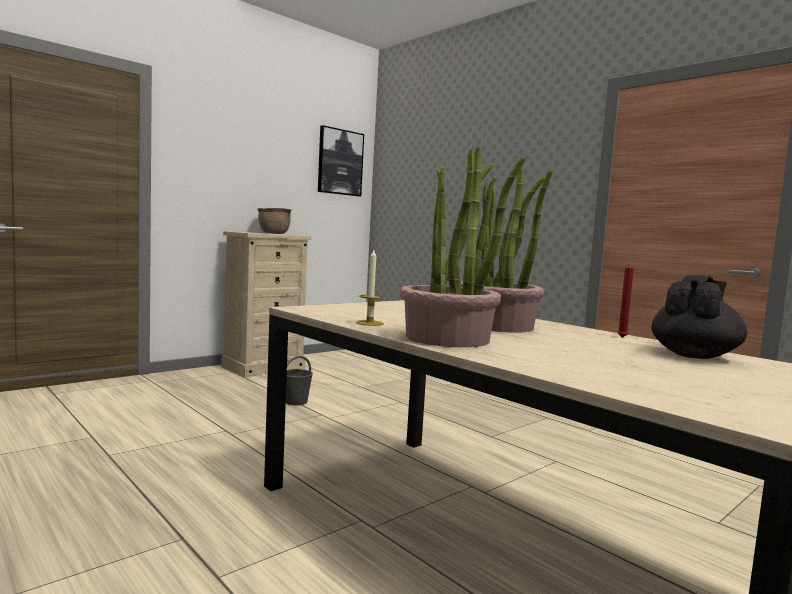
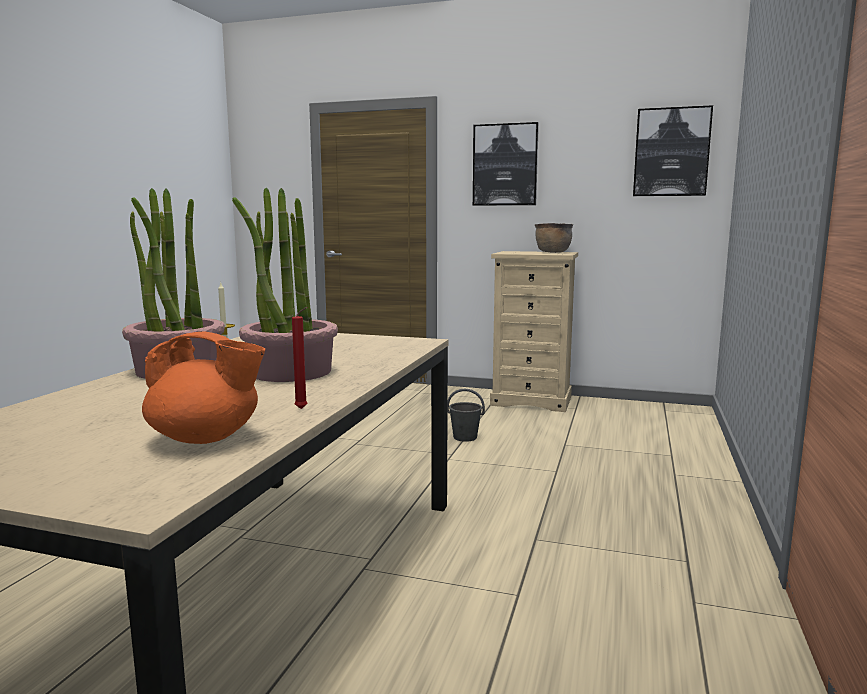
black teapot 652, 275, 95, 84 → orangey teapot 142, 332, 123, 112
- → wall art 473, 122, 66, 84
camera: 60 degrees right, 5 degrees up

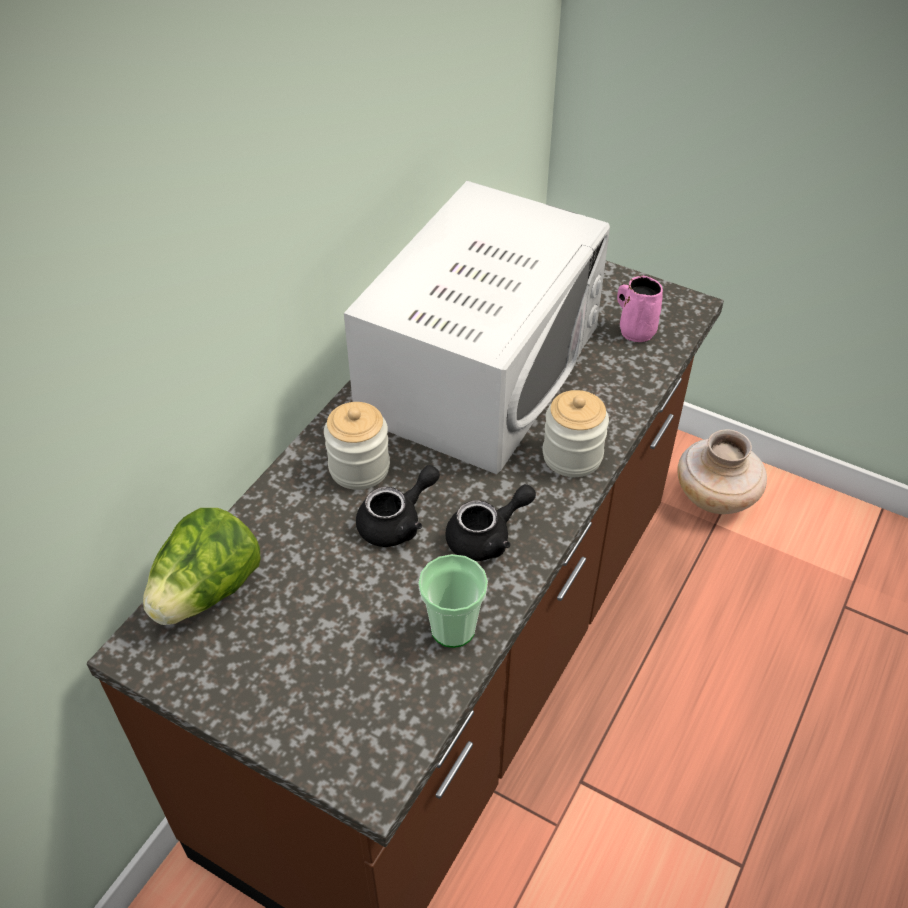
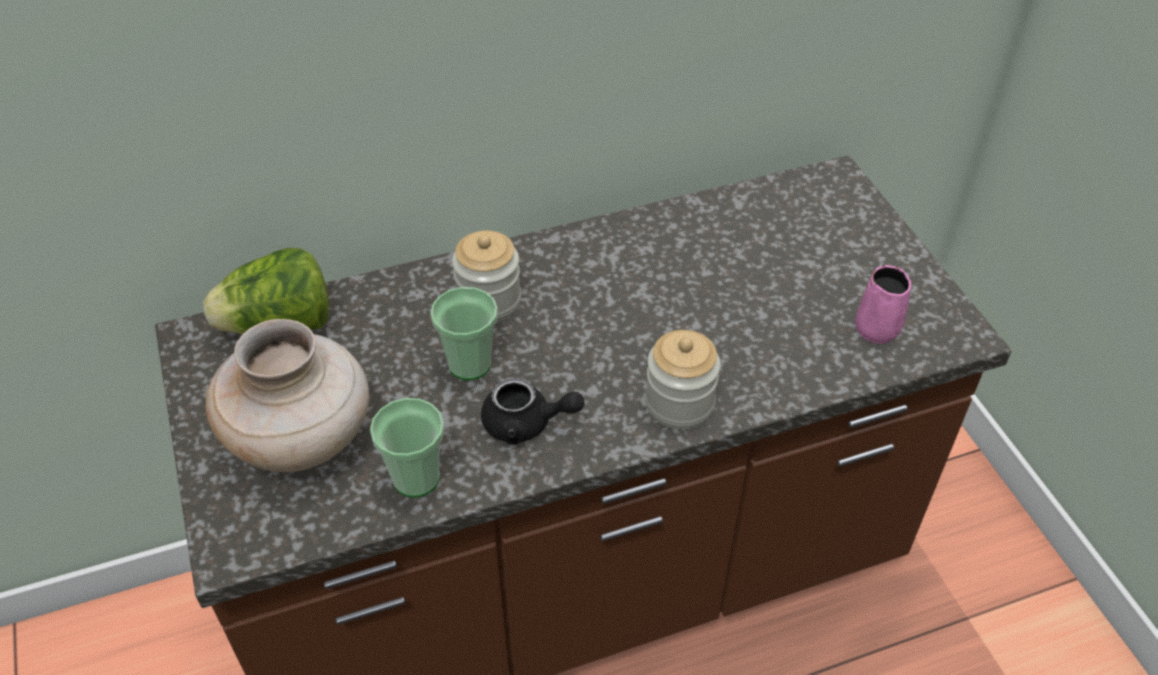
white kitchen microwave 344, 181, 266, 293 → -
black teapot 356, 465, 84, 82 → drinking cup 430, 287, 68, 93
sand-coloured decorative vase 677, 430, 90, 84 → sand-coloured decorative vase 205, 319, 164, 153, shifted
camera: 40 degrees right, 0 degrees up

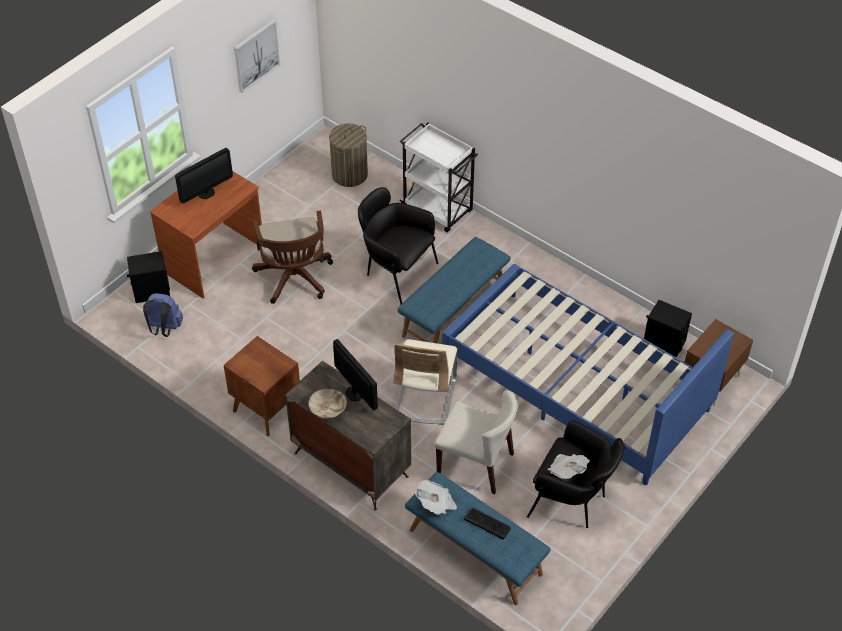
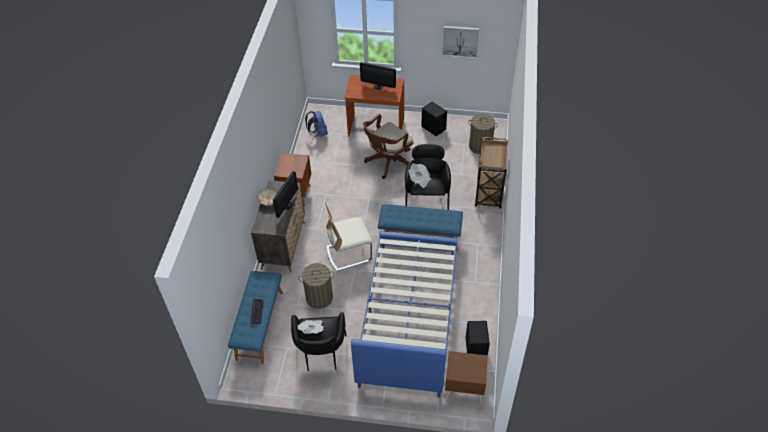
black loudspeaker 127, 251, 43, 52 → black loudspeaker 421, 102, 26, 34, shifted
white trolley 399, 123, 79, 109 → brown-coloured trolley 475, 137, 33, 72
printed paper 415, 480, 42, 35 → printed paper 408, 163, 23, 25, shifted
sand-coloured plain chair 434, 390, 84, 104 → hamper 299, 263, 35, 46
camera: 60 degrees right, 0 degrees up

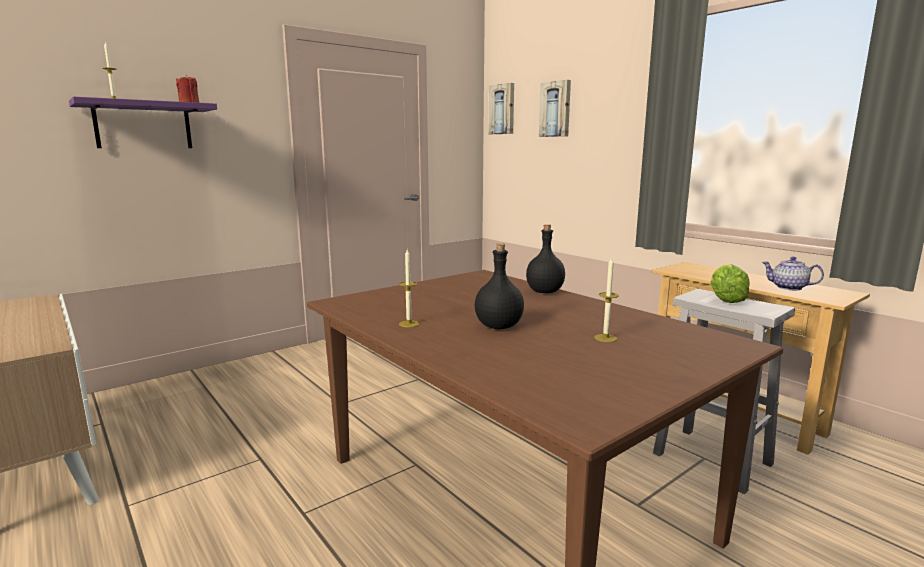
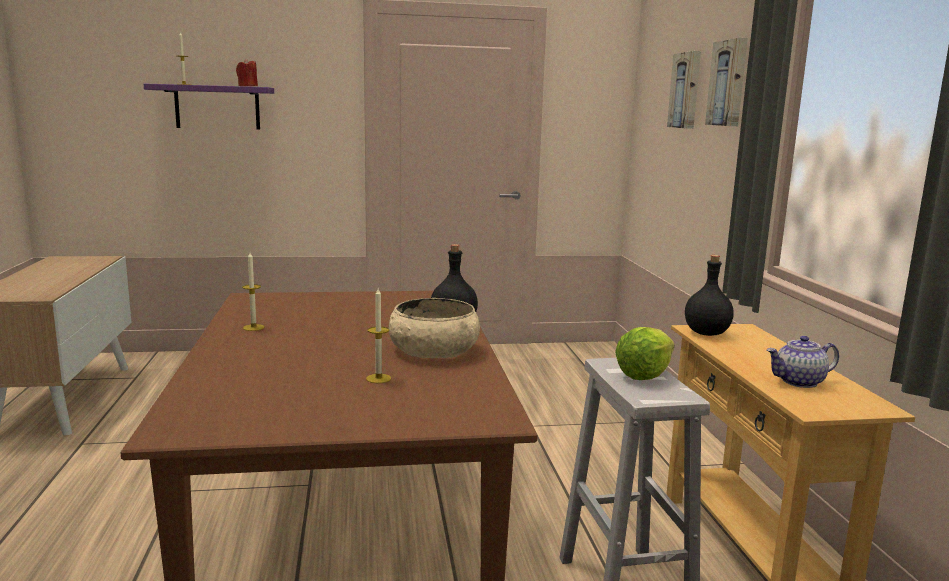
black beverage bottle 475, 243, 49, 86 → black beverage bottle 685, 255, 49, 81, shifted
wall art 489, 83, 25, 51 → wall art 705, 38, 43, 88, shifted
teapot 762, 257, 62, 33 → teapot 767, 336, 72, 52, 75 degrees counterclockwise
- → sand-coloured bowl 389, 298, 91, 60
camera: 30 degrees right, 0 degrees up

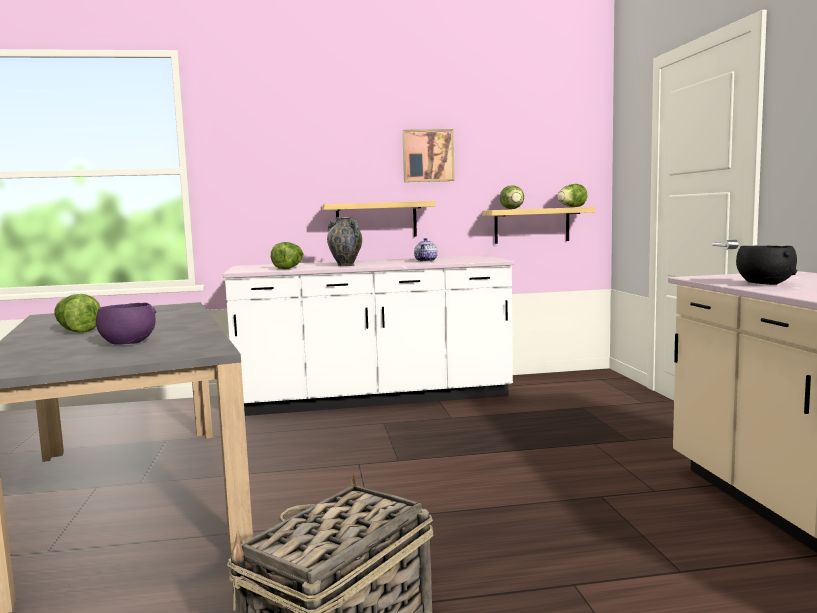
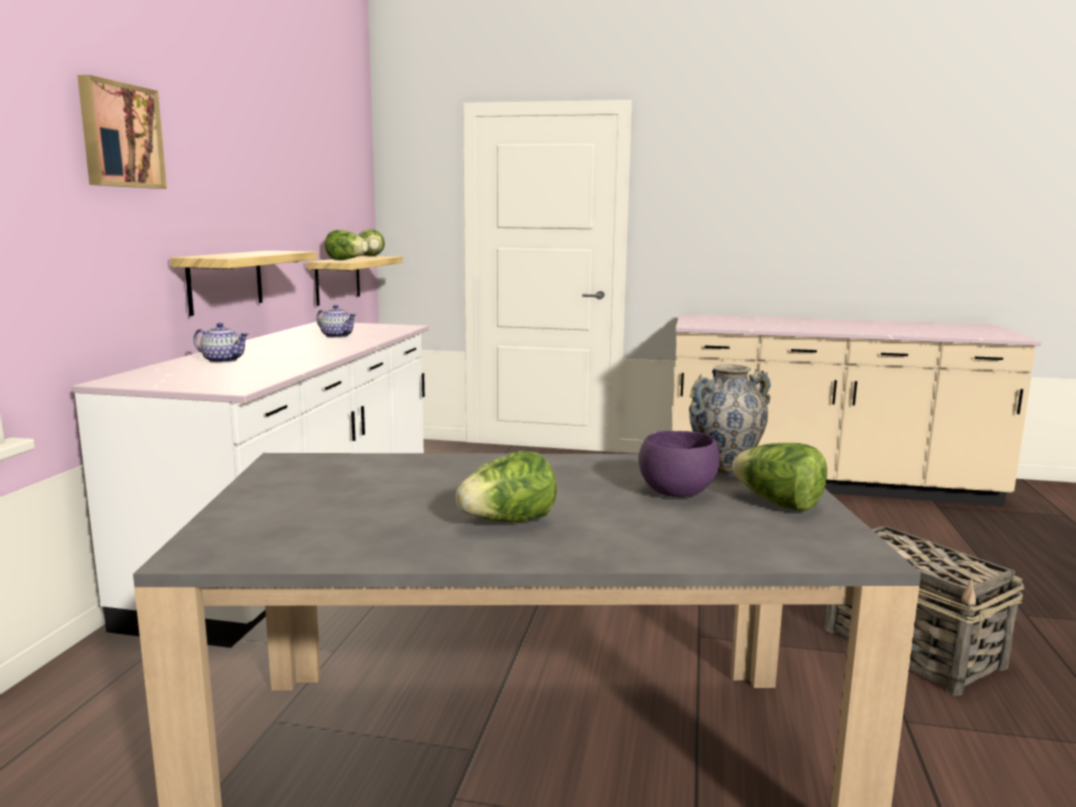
lettuce 271, 242, 33, 27 → lettuce 732, 443, 95, 69, shifted
decorative vase 327, 217, 35, 49 → decorative vase 689, 364, 82, 111, shifted
wall art 402, 129, 53, 53 → wall art 77, 75, 90, 114, shifted
black bowl 736, 246, 62, 39 → -
- → teapot 193, 323, 56, 40
camera: 70 degrees left, 5 degrees up

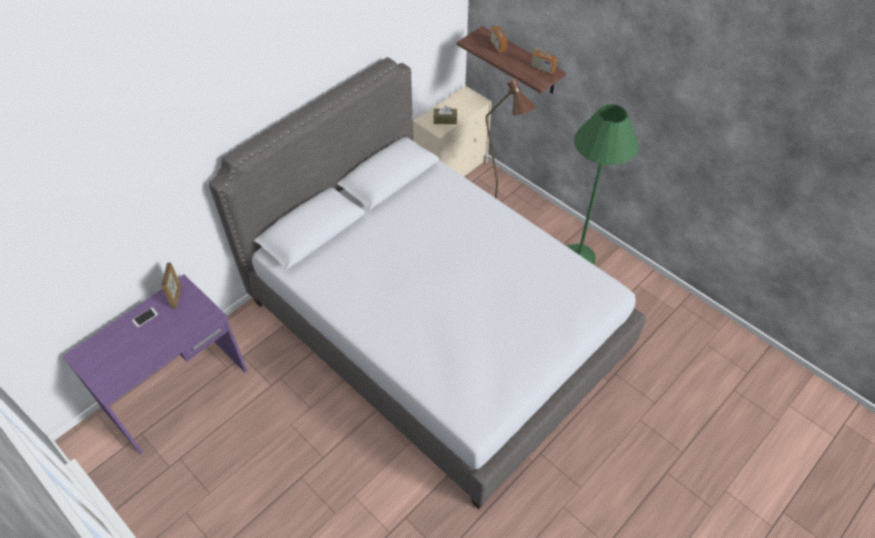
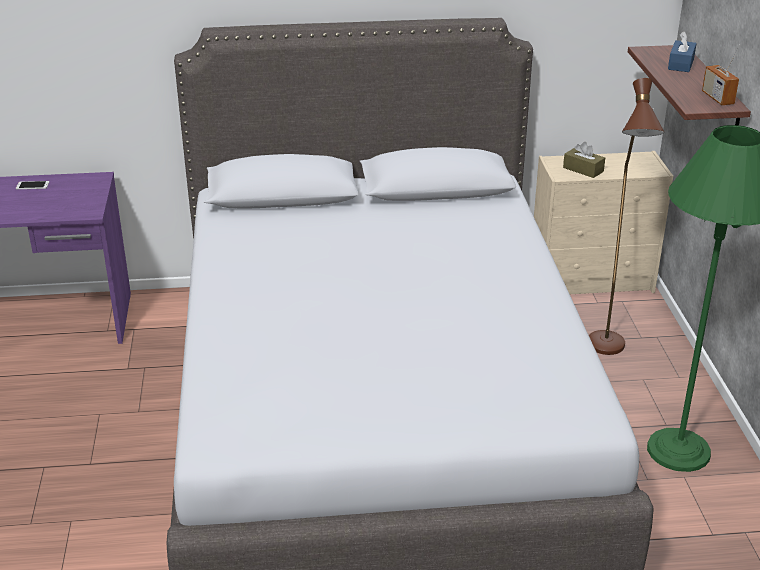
standing frame 161, 263, 21, 46 → -
radio 490, 18, 18, 35 → blue box of tissues 668, 31, 29, 41
camera: 40 degrees right, 20 degrees down

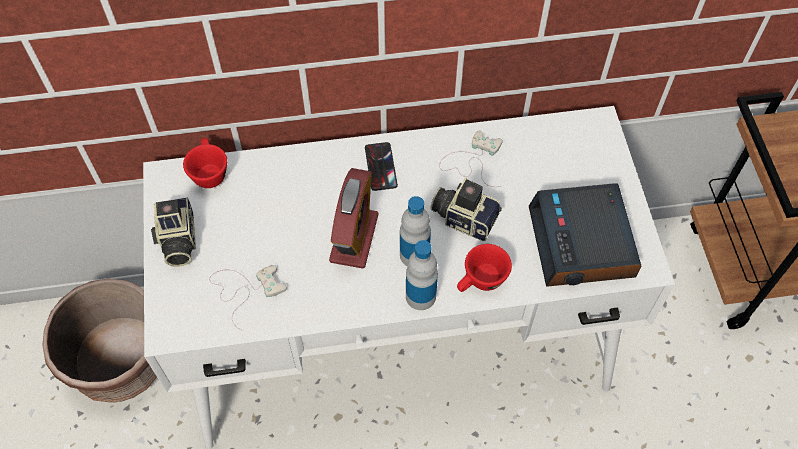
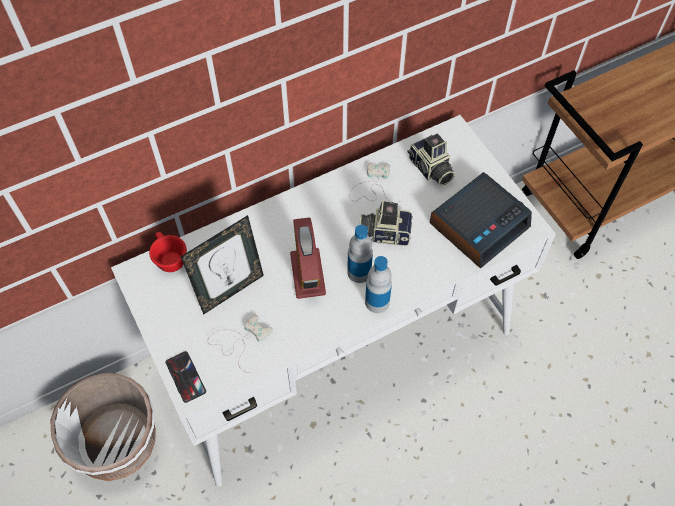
brown-coloured flower pot 42, 279, 115, 124 → white flower pot 50, 373, 105, 108
still camera 151, 197, 45, 70 → still camera 408, 134, 47, 52, shifted
telephone 365, 142, 33, 49 → telephone 166, 351, 40, 52, shifted
red-coloured drinking cup 457, 244, 55, 48 → -
bedside clock 529, 183, 112, 104 → bedside clock 430, 172, 102, 97, 105 degrees counterclockwise
- → standing frame 180, 215, 84, 100
camera: 20 degrees left, 0 degrees up

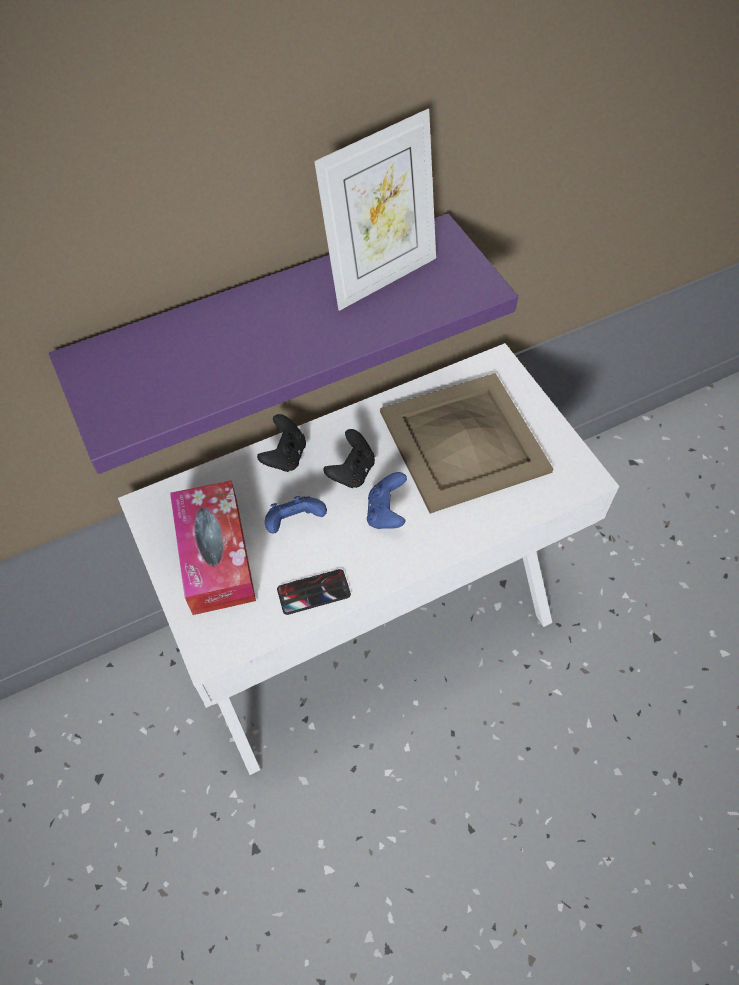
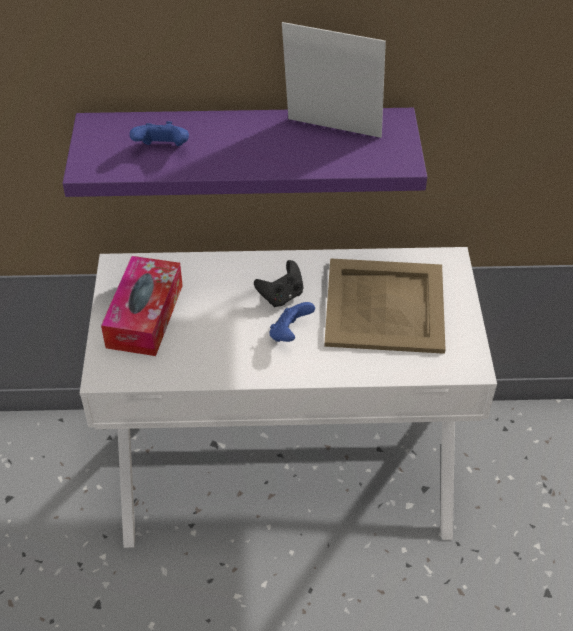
black gamepad 257, 414, 49, 58 → -
blue gamepad 265, 496, 62, 37 → blue gamepad 130, 121, 59, 25, shifted
telephone 277, 569, 74, 46 → -
standing frame 314, 109, 122, 202 → standing frame 282, 22, 104, 116, 150 degrees counterclockwise
camera: 25 degrees right, 10 degrees down

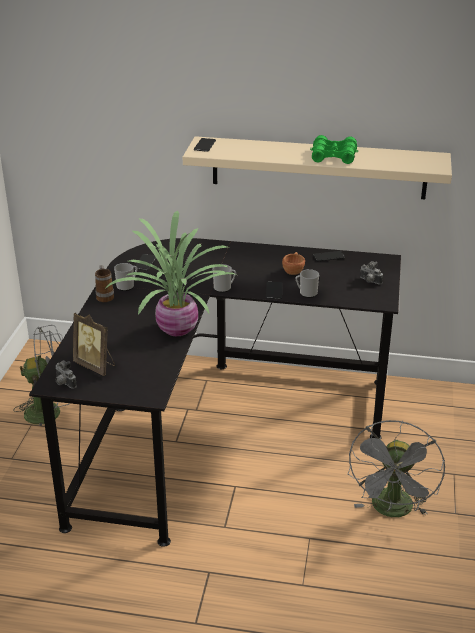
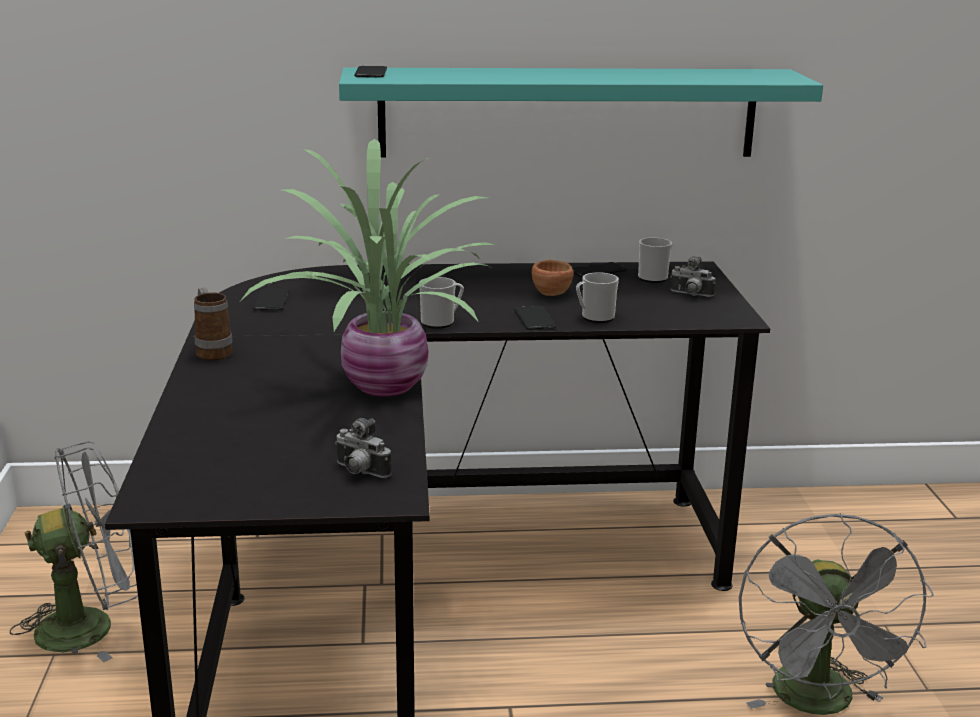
still camera 55, 360, 22, 29 → still camera 335, 418, 57, 60, shifted
standing frame 73, 313, 42, 63 → -
coffee mug 114, 263, 23, 28 → coffee mug 638, 237, 34, 46, shifted
sand-coloured wall shelf 183, 136, 269, 63 → turquoise wall shelf 339, 67, 484, 91
greenish pair of binoculars 310, 135, 48, 29 → -
camera: 15 degrees left, 10 degrees down

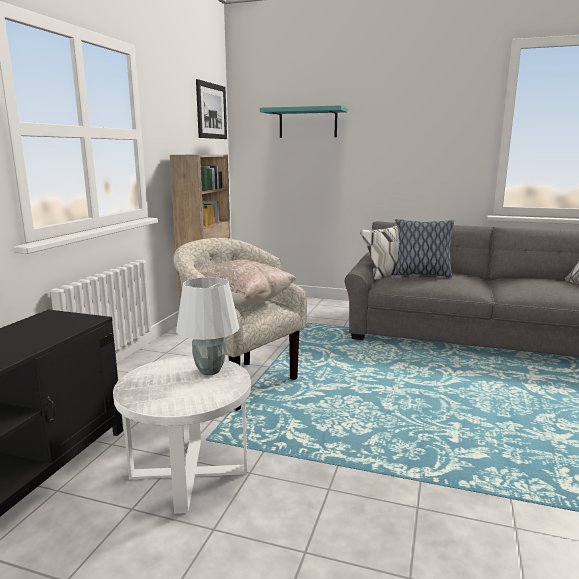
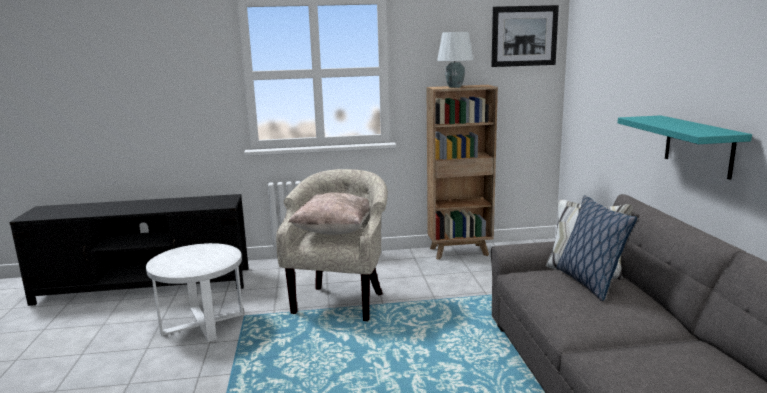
white lamp for a table 176, 277, 64, 98 → white lamp for a table 437, 32, 36, 56, shifted
turquoise wall shelf 260, 105, 88, 33 → turquoise wall shelf 618, 115, 134, 65, shifted
camera: 65 degrees right, 0 degrees up

